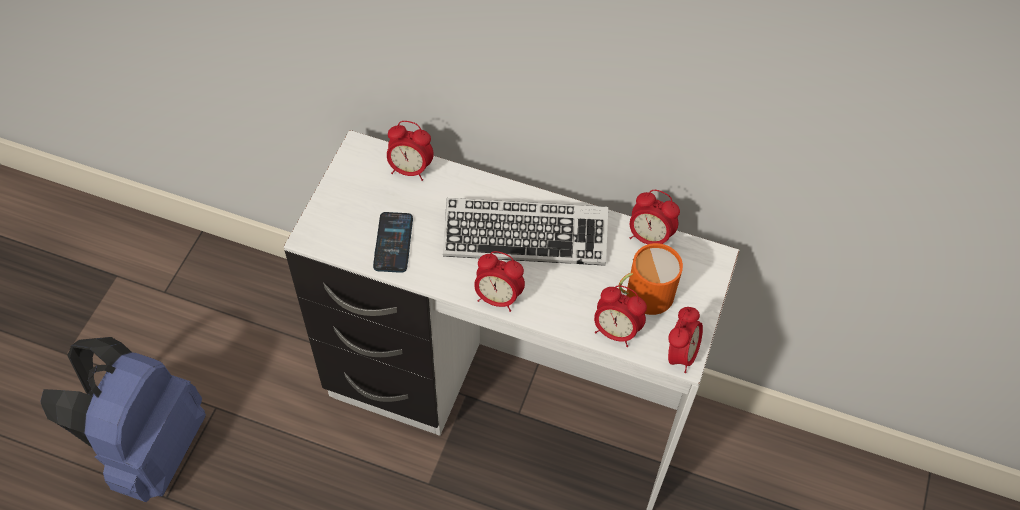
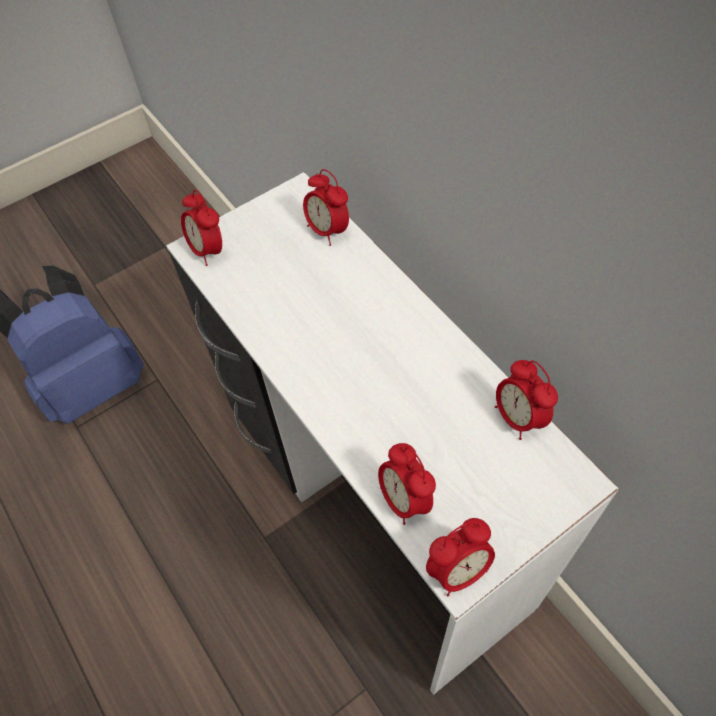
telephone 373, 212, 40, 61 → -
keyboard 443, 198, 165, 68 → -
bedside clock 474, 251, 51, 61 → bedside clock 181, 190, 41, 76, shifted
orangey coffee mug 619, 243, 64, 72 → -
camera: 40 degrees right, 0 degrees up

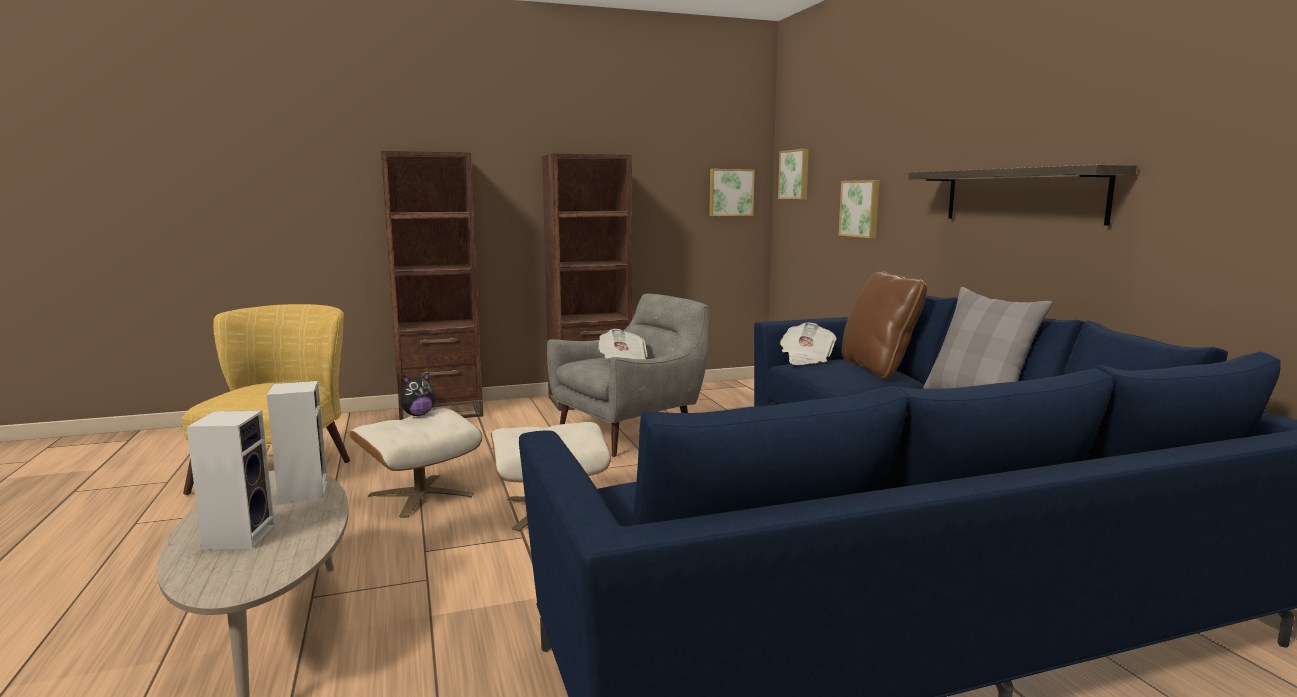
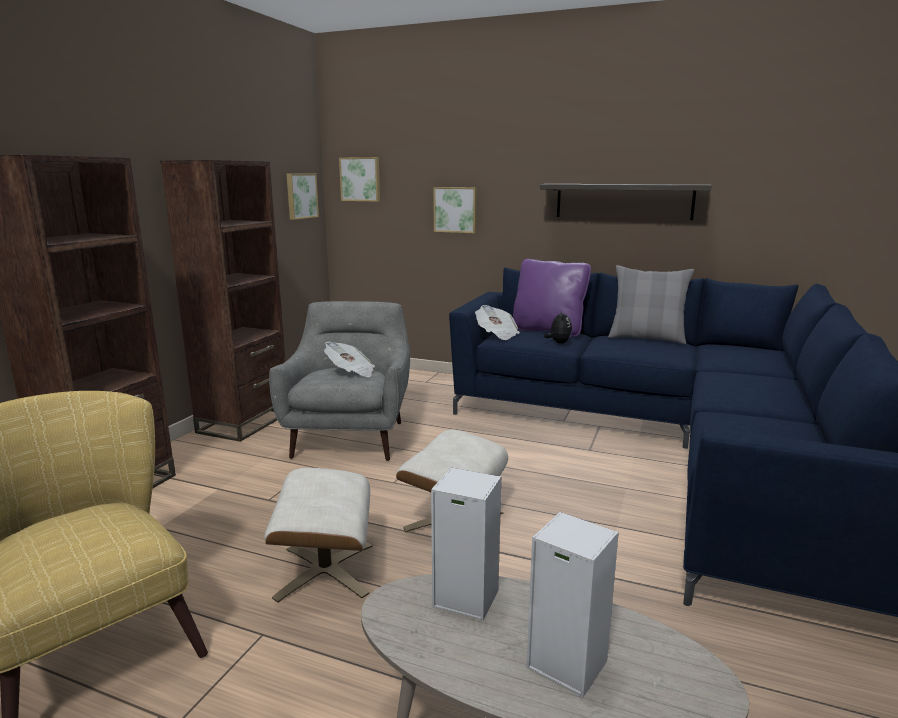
cuddly toy 400, 372, 35, 44 → cuddly toy 544, 310, 28, 34, shifted
brown-coloured pillow 842, 271, 85, 107 → purplish pillow 513, 259, 78, 78
camera: 50 degrees left, 5 degrees up

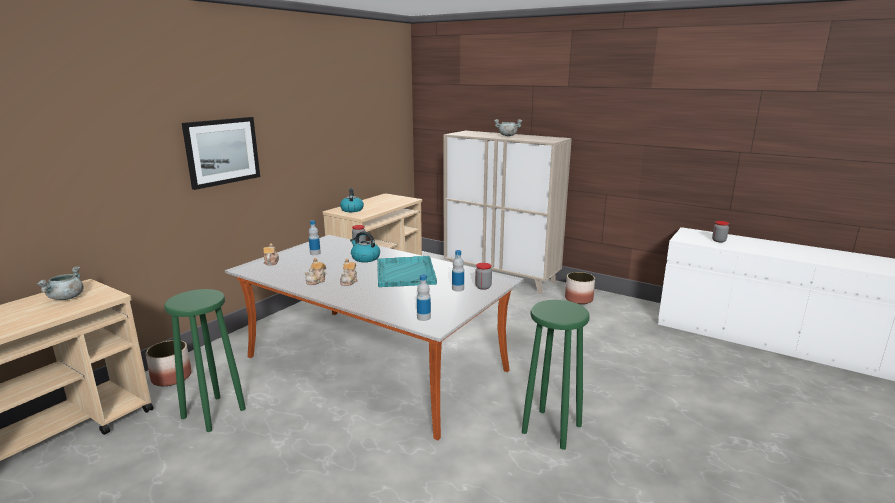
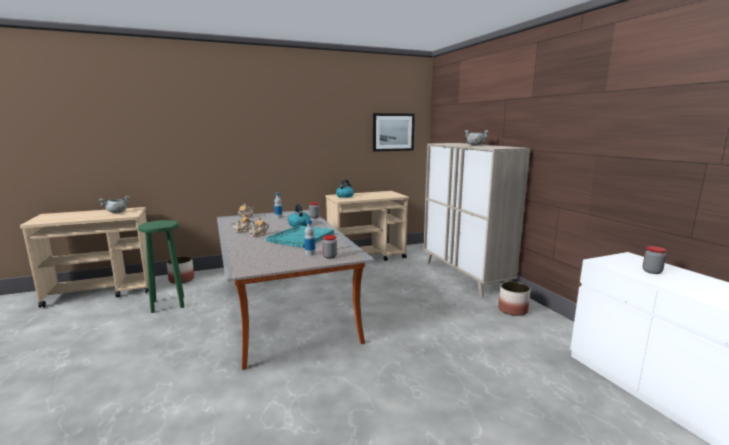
wall art 182, 117, 78, 73 → wall art 373, 113, 42, 39, shifted
beverage bottle 417, 274, 14, 47 → -
greenish stool 522, 300, 67, 150 → -
camera: 35 degrees right, 5 degrees down

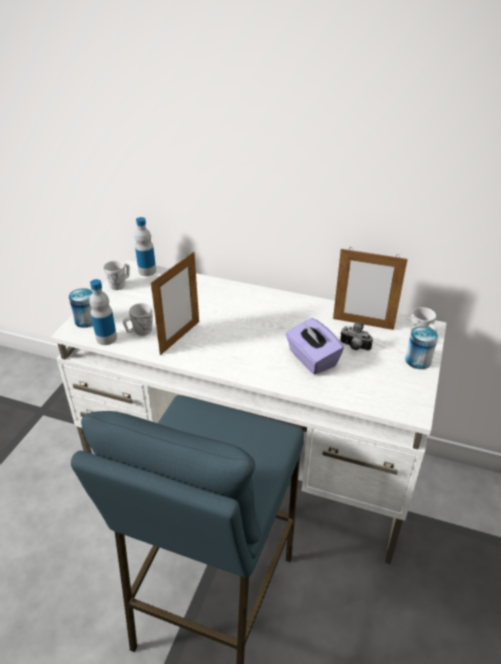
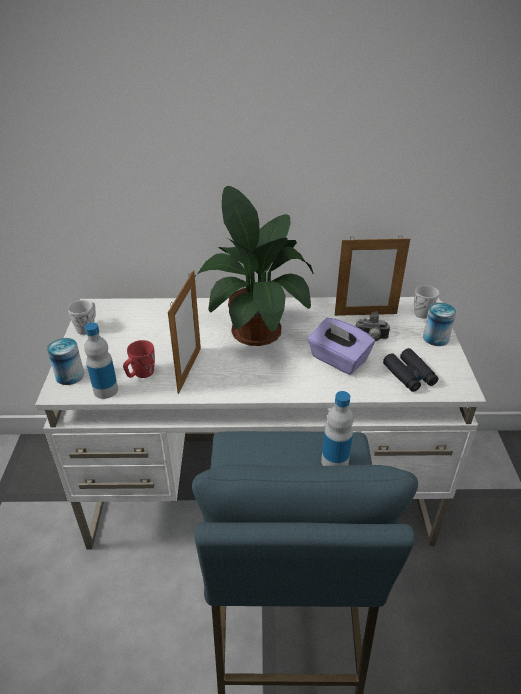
white coffee mug 123, 303, 30, 33 → red-coloured coffee mug 123, 340, 32, 38
beverage bottle 135, 217, 21, 59 → beverage bottle 321, 391, 32, 75, shifted
- → houseplant 195, 186, 119, 160
- → black pair of binoculars 383, 348, 56, 44
camera: 20 degrees left, 0 degrees up

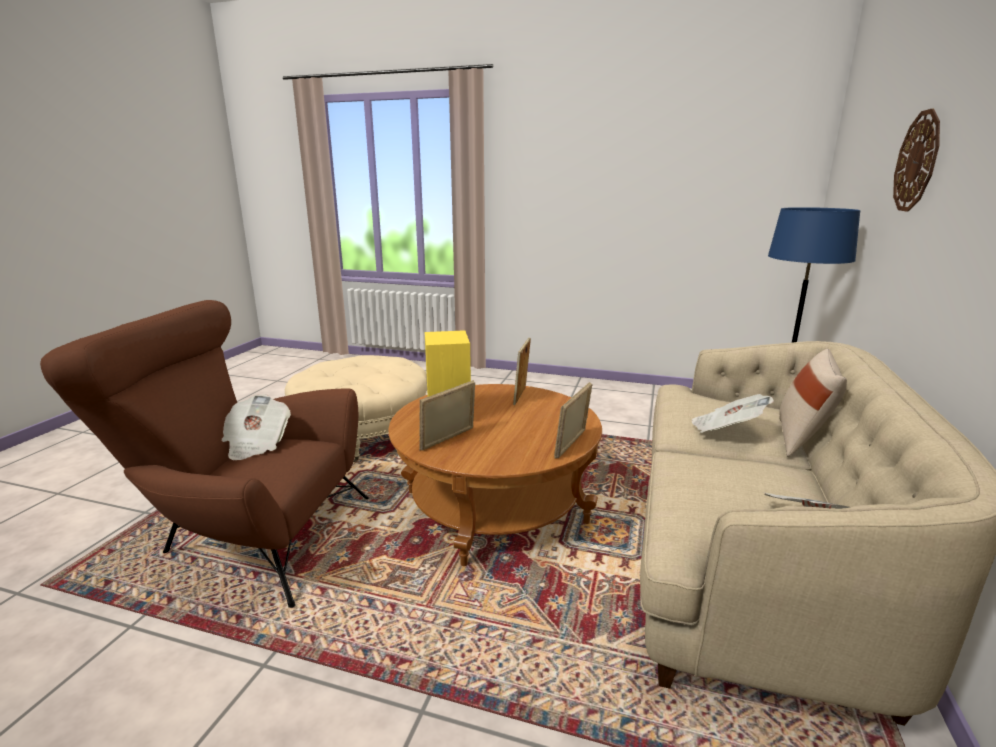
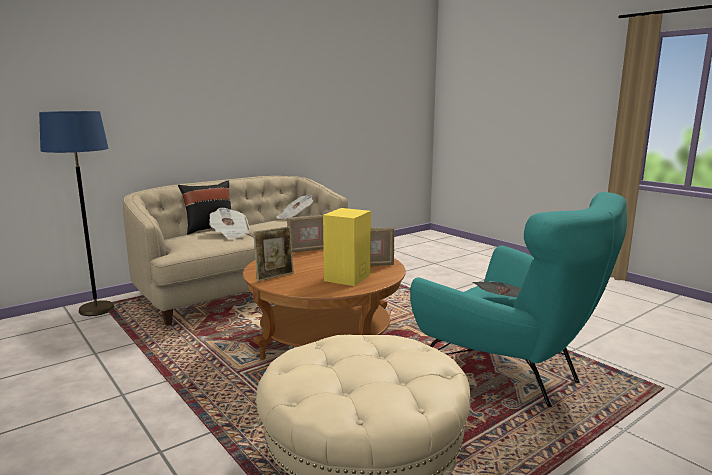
brown-coloured easy chair 40, 300, 329, 308 → turquoise easy chair 410, 192, 217, 215
sand-coloured pillow 779, 349, 68, 108 → black pillow 178, 181, 53, 54
wall clock 893, 109, 47, 103 → -
camera: 145 degrees left, 5 degrees down

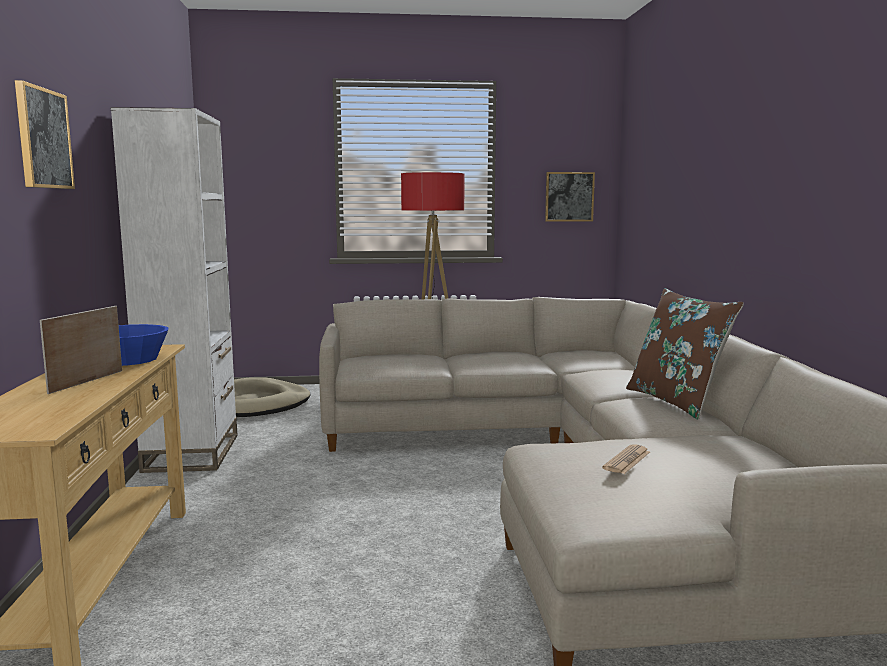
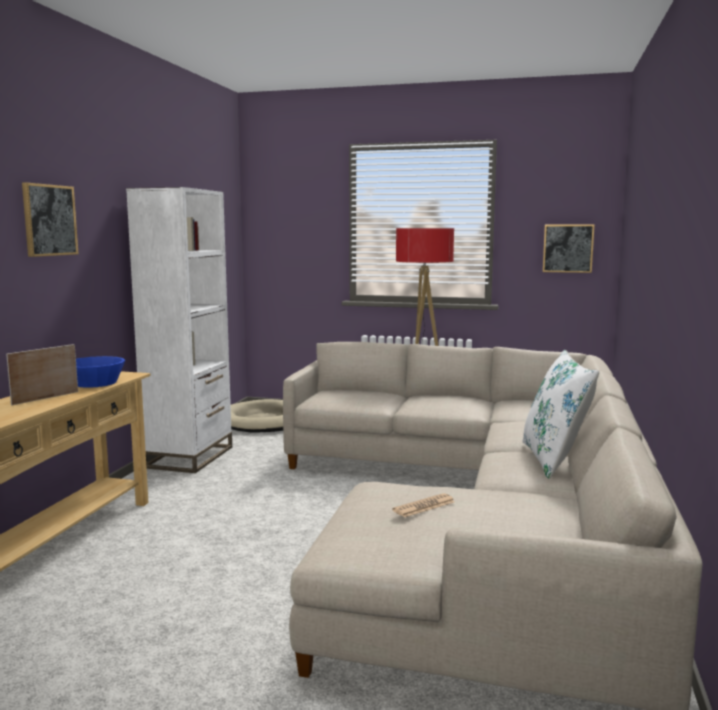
brown-coloured pillow 626, 288, 118, 132 → white pillow 523, 350, 76, 129
camera: 20 degrees right, 0 degrees up

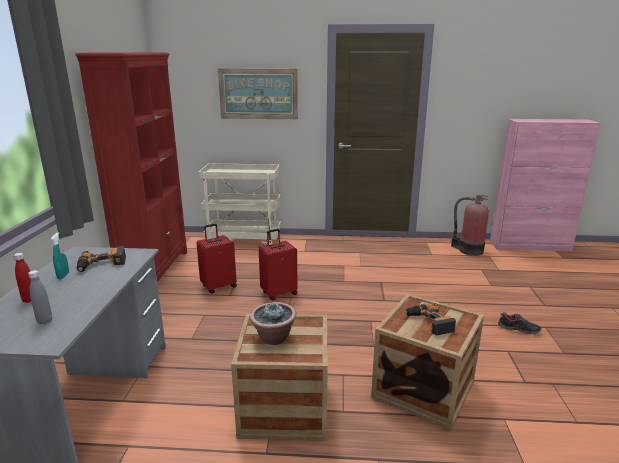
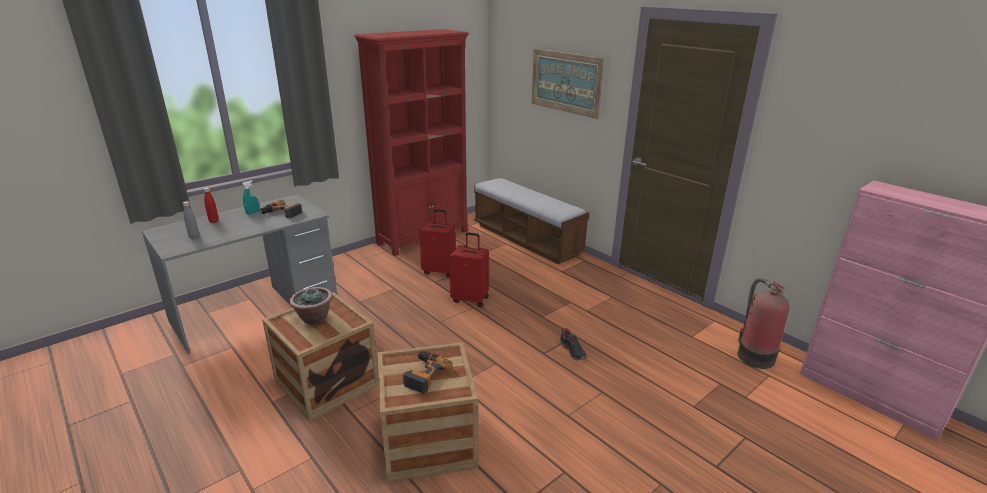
sand-coloured trolley 198, 163, 83, 82 → long seat 474, 178, 115, 86
item of footwear 498, 312, 44, 23 → item of footwear 560, 328, 27, 32, shifted
camera: 45 degrees right, 5 degrees up

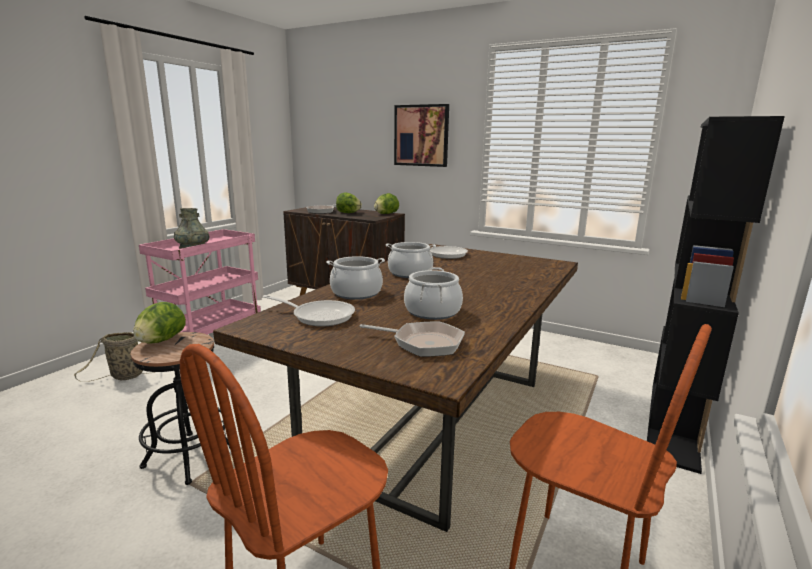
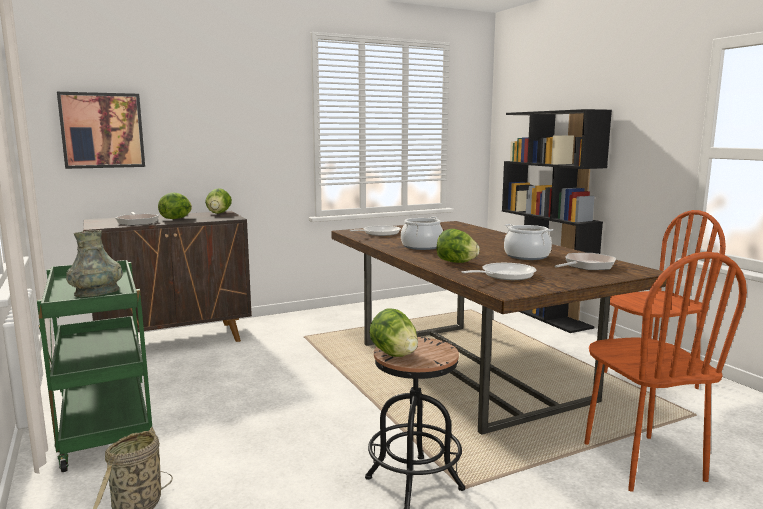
pink trolley 139, 229, 122, 106 → greenish trolley 37, 260, 115, 212
saucepot 326, 256, 59, 44 → lettuce 437, 229, 43, 34
wall art 394, 104, 55, 63 → wall art 57, 92, 88, 77, shifted
camera: 55 degrees left, 5 degrees down

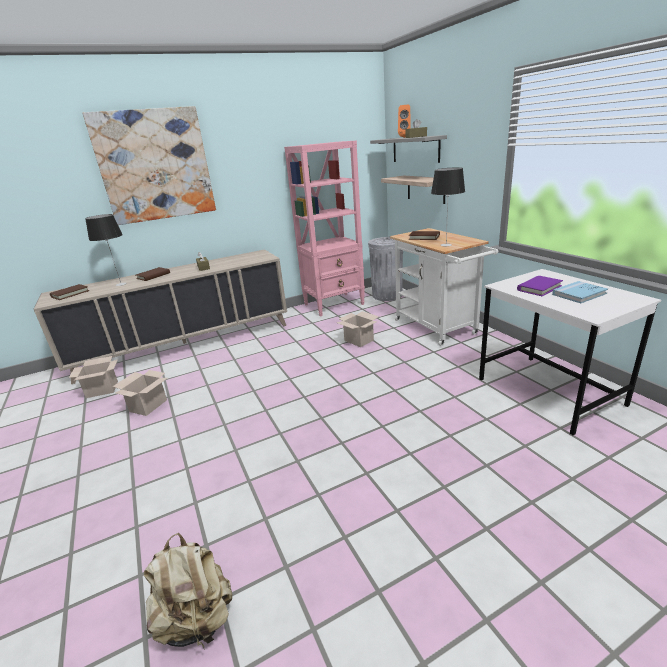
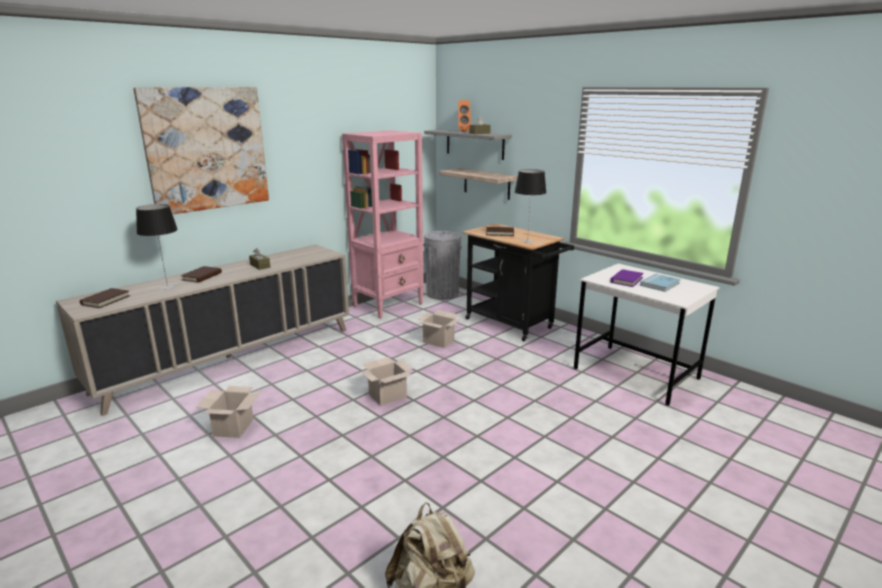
cardboard box 69, 356, 49, 42 → cardboard box 360, 357, 53, 49, shifted
white trolley 390, 228, 108, 118 → black trolley 463, 223, 111, 118
camera: 20 degrees left, 5 degrees down

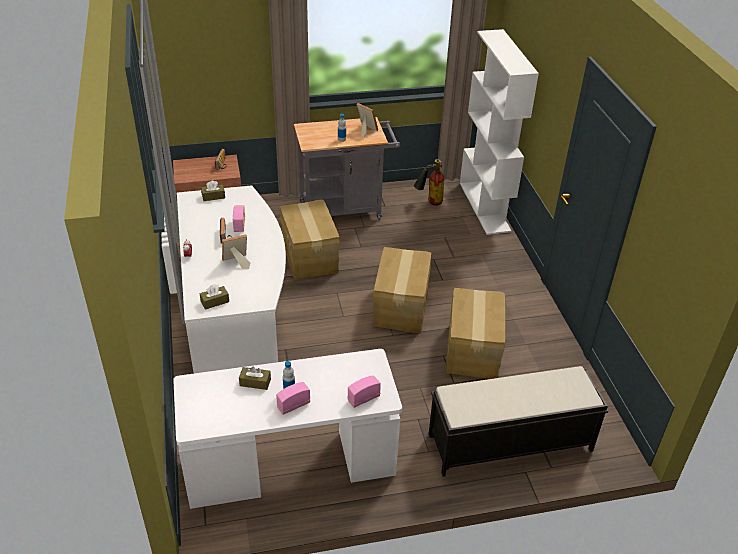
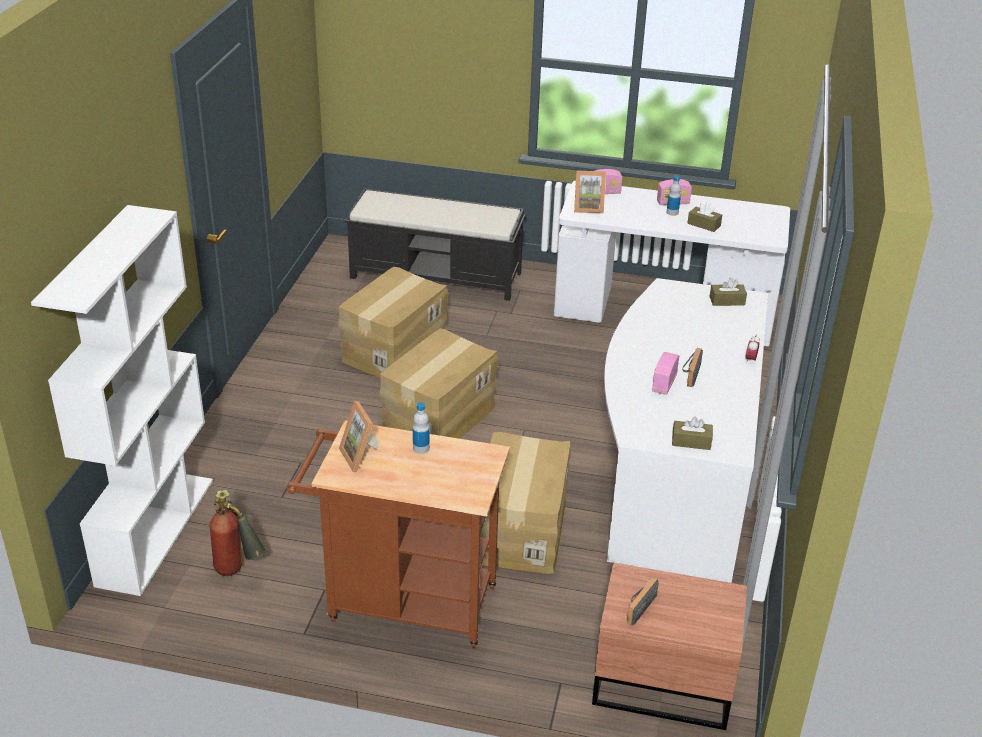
standing frame 222, 234, 28, 35 → standing frame 574, 170, 32, 43, shifted
greyish trolley 294, 117, 106, 103 → brown-coloured trolley 287, 420, 223, 228
camera: 155 degrees left, 5 degrees down

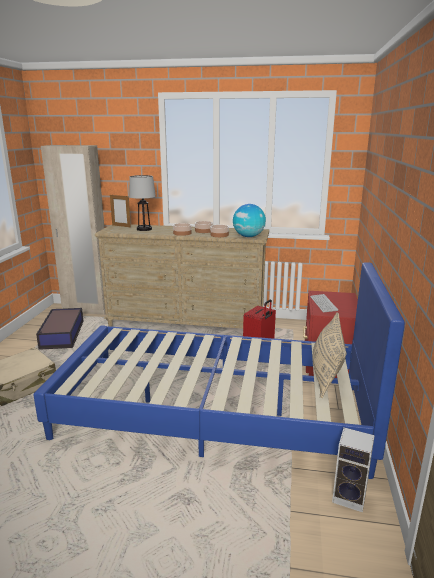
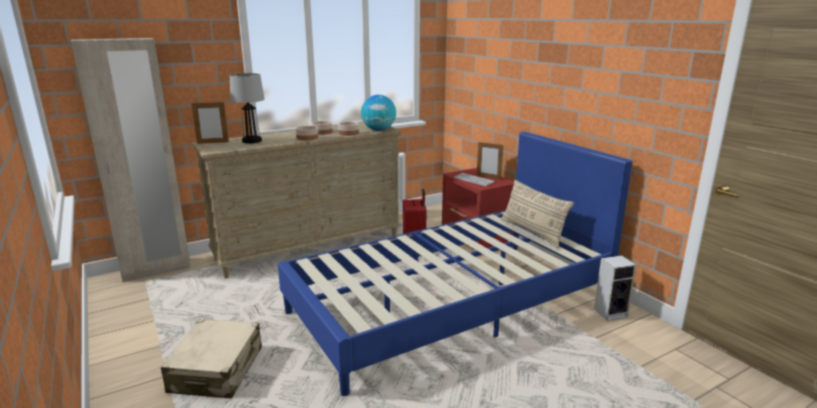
storage bin 36, 308, 48, 42 → -
- → standing frame 477, 141, 26, 38
camera: 40 degrees left, 0 degrees up

